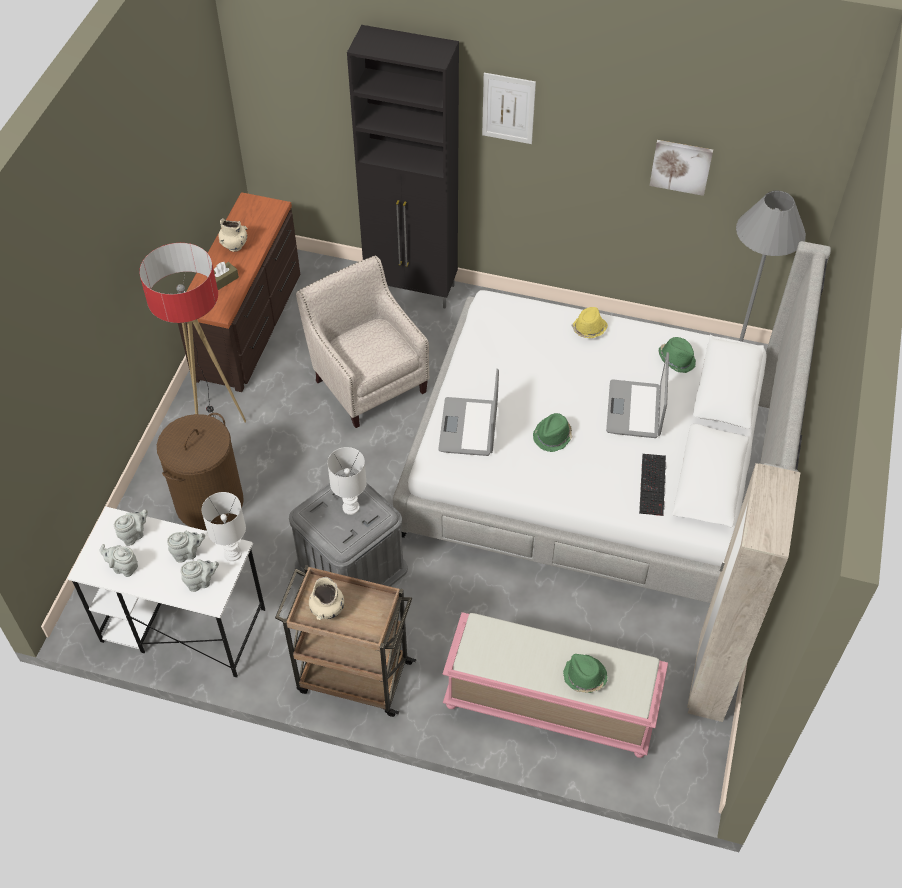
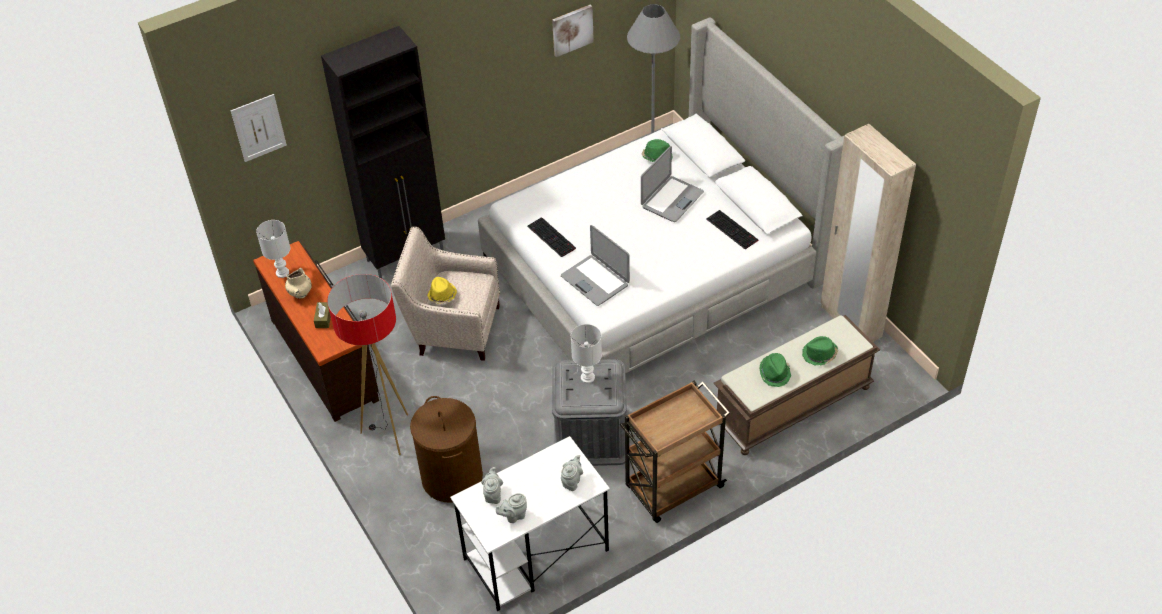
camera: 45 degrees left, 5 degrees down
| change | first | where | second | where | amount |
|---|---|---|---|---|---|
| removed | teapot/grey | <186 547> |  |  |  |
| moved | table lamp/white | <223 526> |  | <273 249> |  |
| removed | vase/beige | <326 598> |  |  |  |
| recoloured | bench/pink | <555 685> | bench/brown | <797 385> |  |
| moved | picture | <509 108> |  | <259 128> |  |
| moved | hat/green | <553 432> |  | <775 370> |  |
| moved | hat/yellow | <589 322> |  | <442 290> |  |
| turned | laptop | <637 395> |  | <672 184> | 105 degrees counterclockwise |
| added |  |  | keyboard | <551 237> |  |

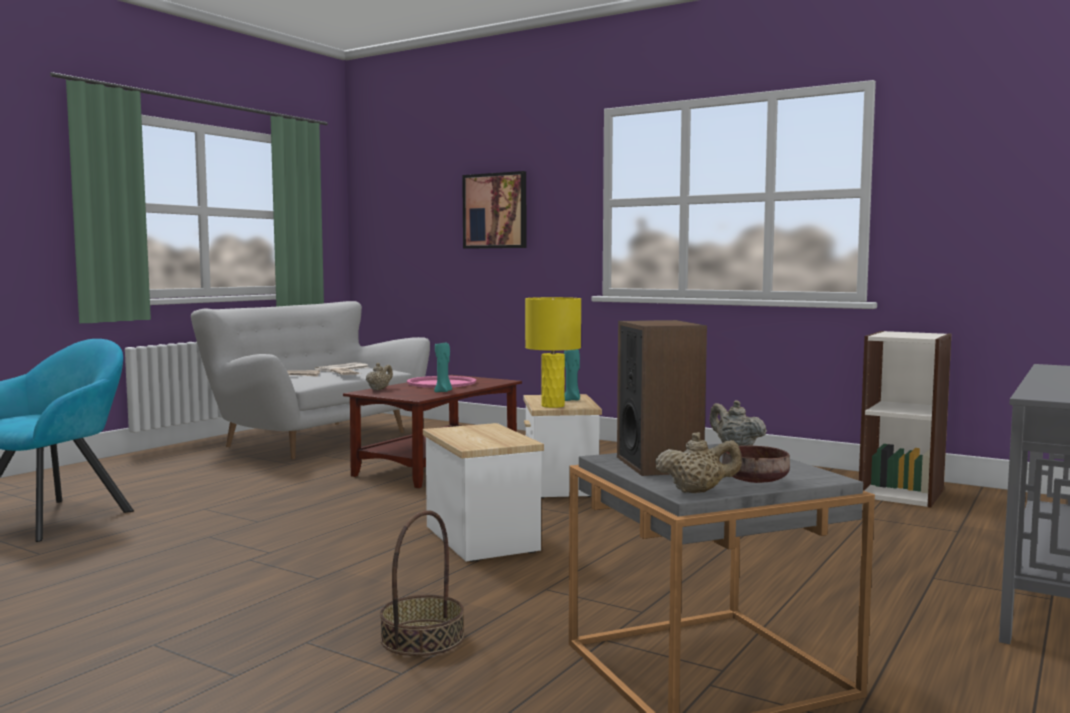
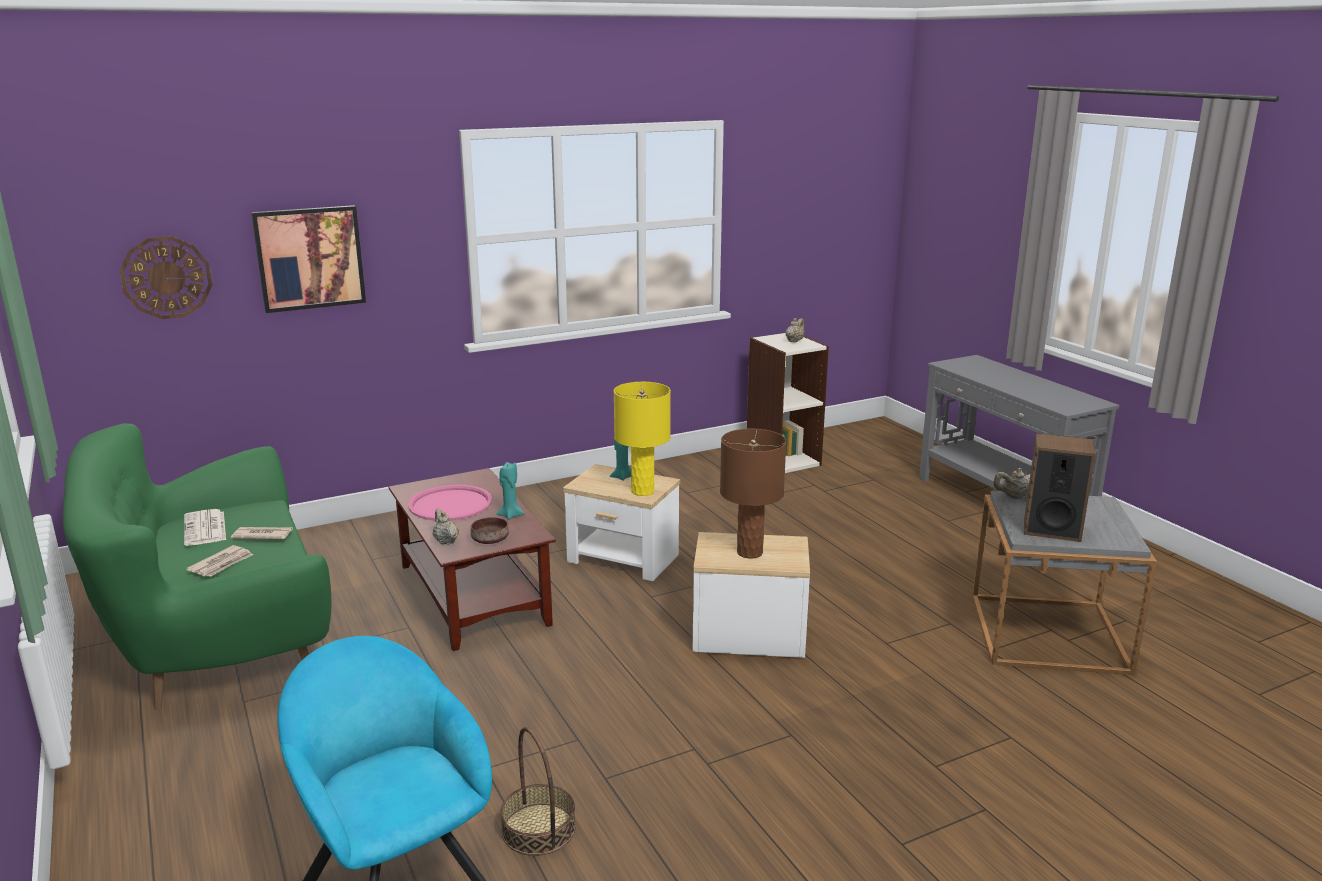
camera: 60 degrees left, 15 degrees up
| change | first | where | second | where | amount |
|---|---|---|---|---|---|
| recoloured | sofa/white | <310 380> | sofa/green | <197 566> |  |
| moved | basket | <422 583> |  | <538 791> |  |
| moved | teapot/beige | <698 462> |  | <795 330> |  |
| moved | bowl/brown | <756 464> |  | <490 530> |  |
| added |  |  | wall clock | <166 277> |  |
| added |  |  | table lamp/brown | <753 493> |  |

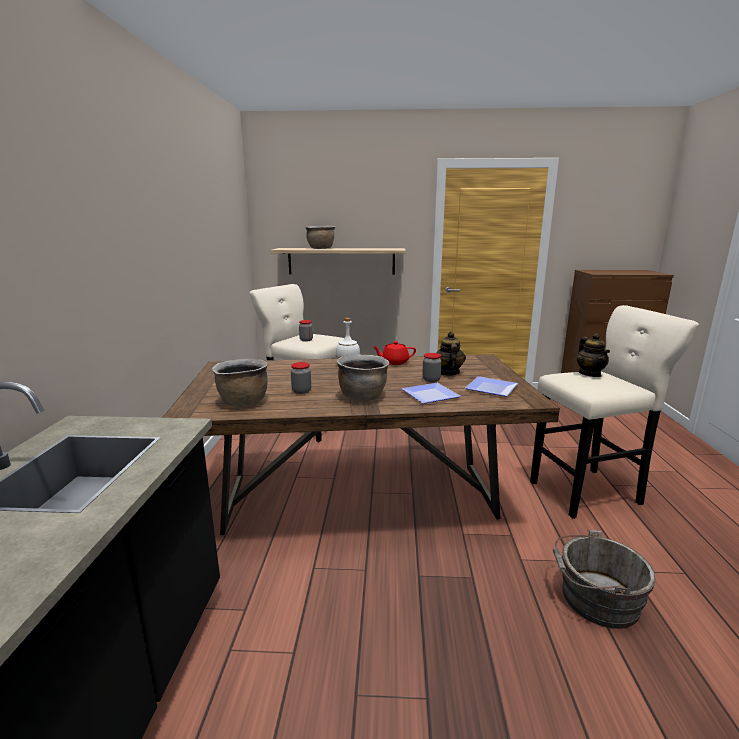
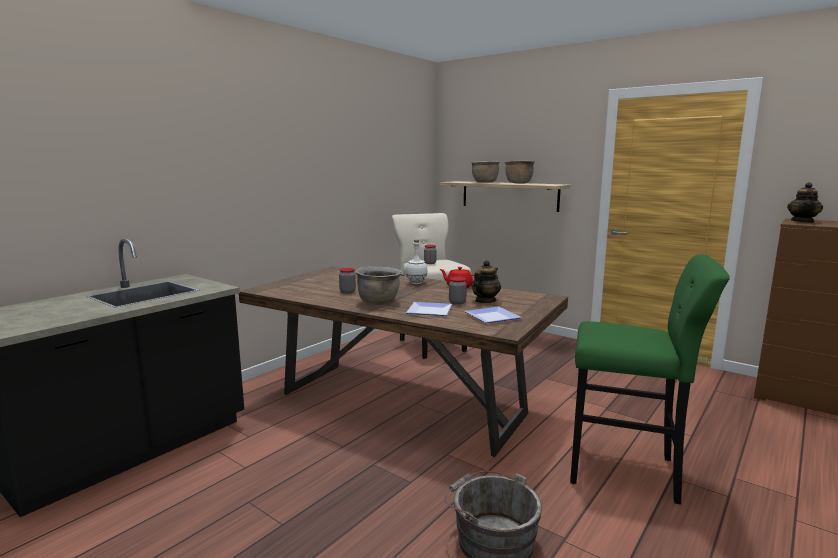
camera: 35 degrees right, 5 degrees down
| change | first | where | second | where | amount |
|---|---|---|---|---|---|
| moved | cooking pot/brown | <240 383> |  | <520 172> |  |
| recoloured | stool/beige | <614 412> | stool/green | <650 380> |  |
| moved | teapot | <593 355> |  | <805 202> |  |

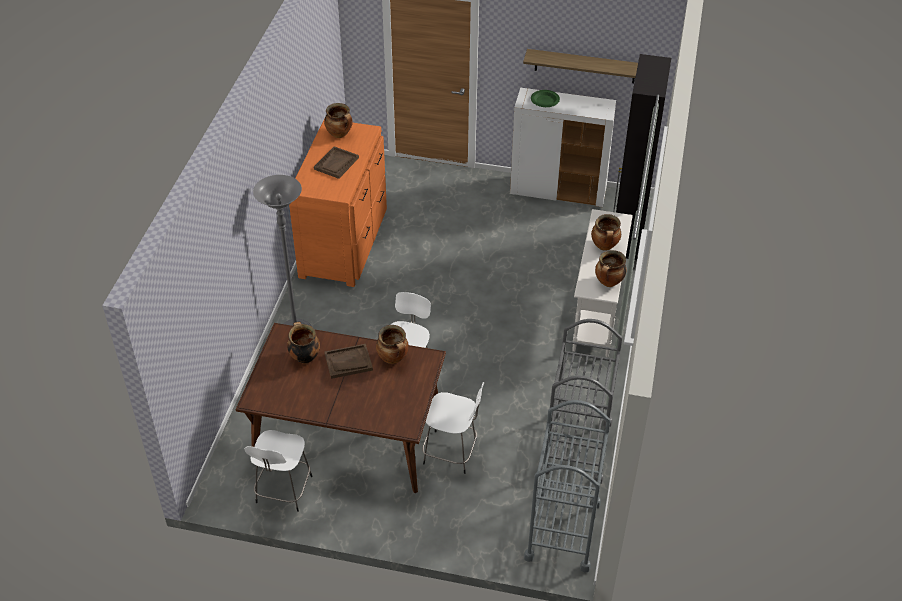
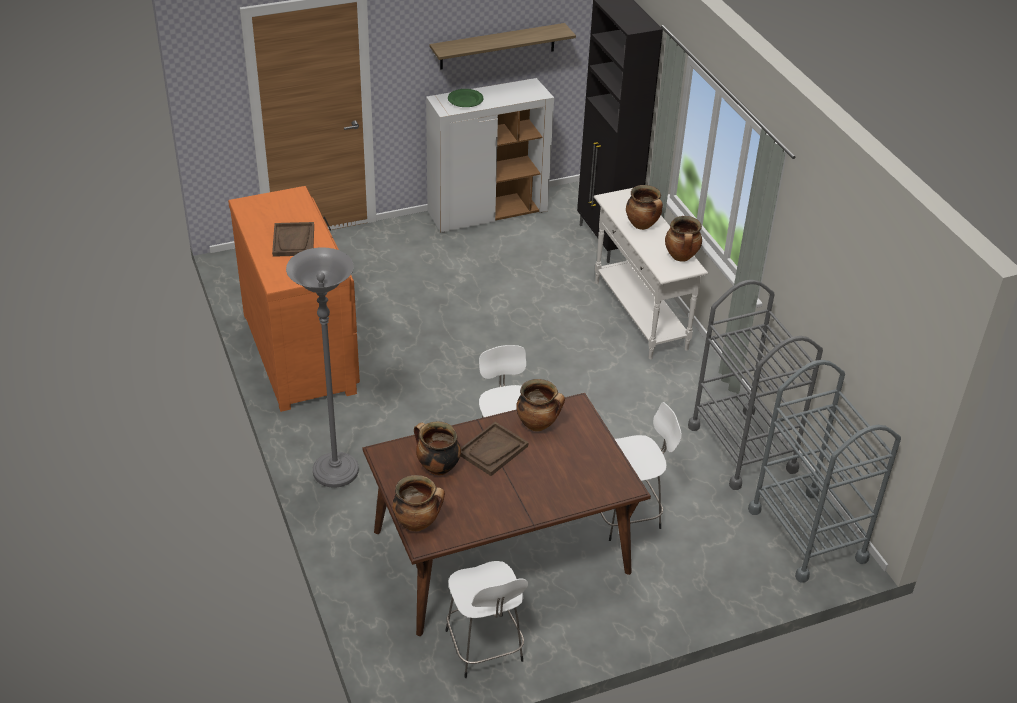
camera: 35 degrees left, 5 degrees down
| change | first | where | second | where | amount |
|---|---|---|---|---|---|
| moved | cooking pot | <338 120> |  | <418 503> |  |

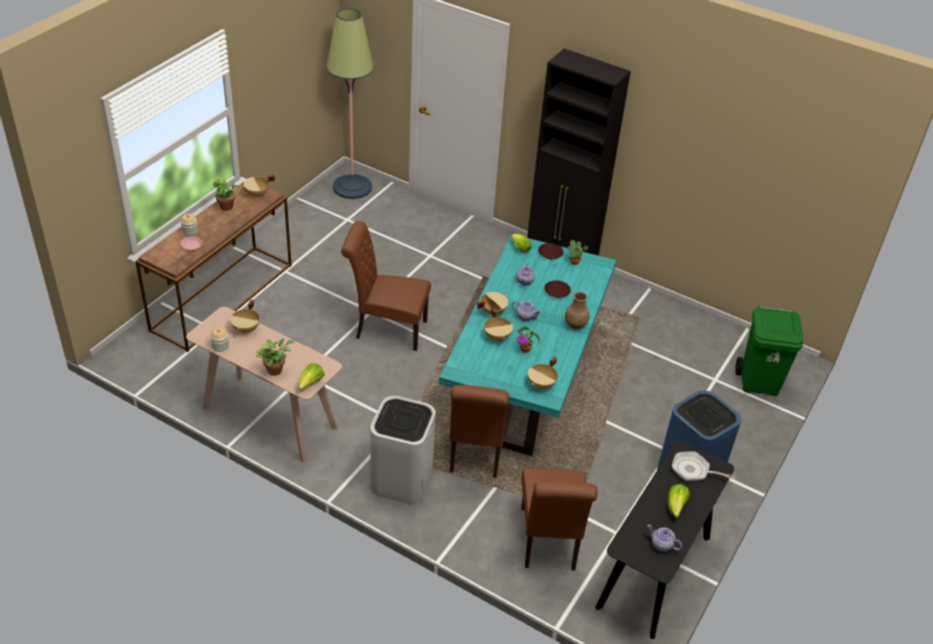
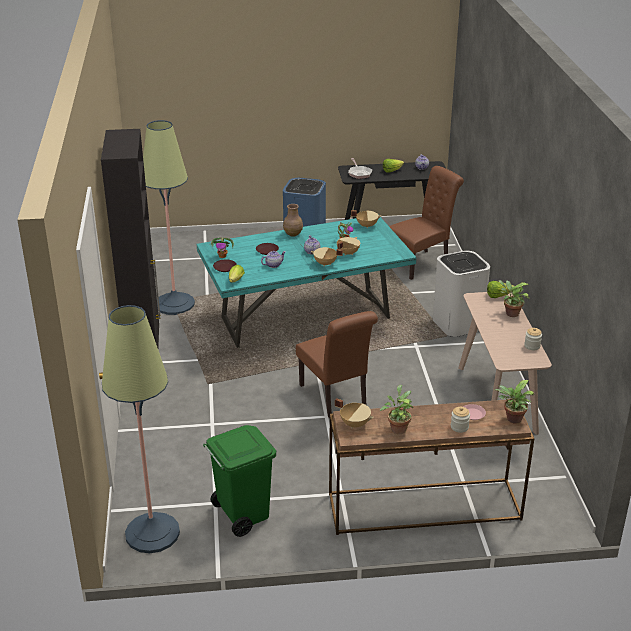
camera: 125 degrees left, 10 degrees down
| change | first | where | second | where | amount |
|---|---|---|---|---|---|
| removed | cooking pot/beige | <245 317> |  |  |  |
| removed | chair/brown | <480 431> |  |  |  |
| moved | trash can/green | <769 351> |  | <239 481> |  |
| added |  |  | floor lamp | <169 217> |  |
| added |  |  | potted plant | <514 402> |  |

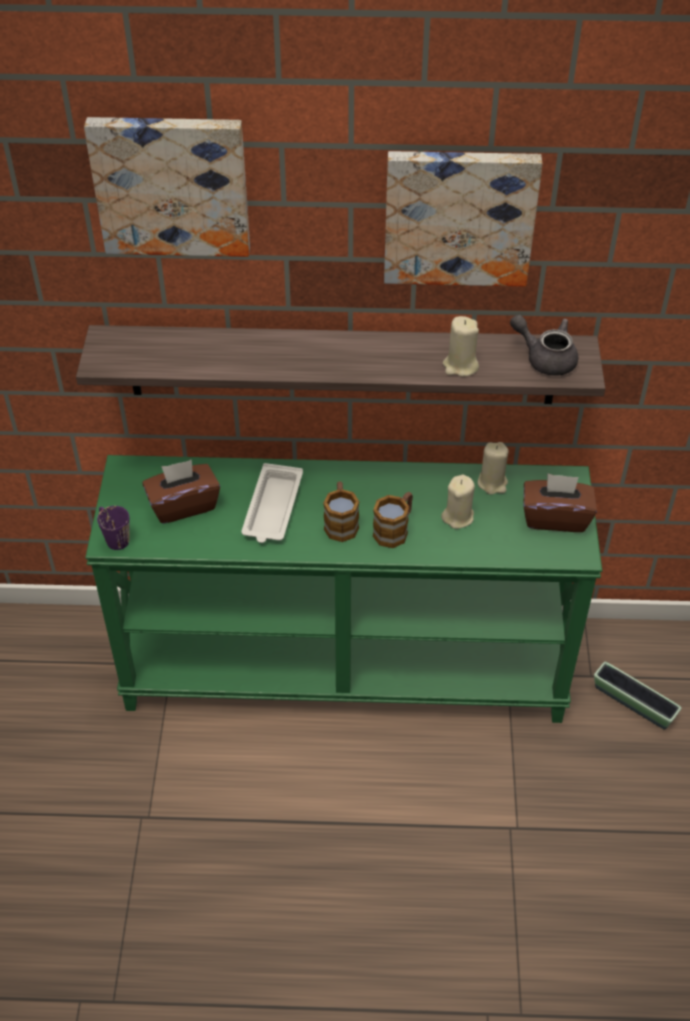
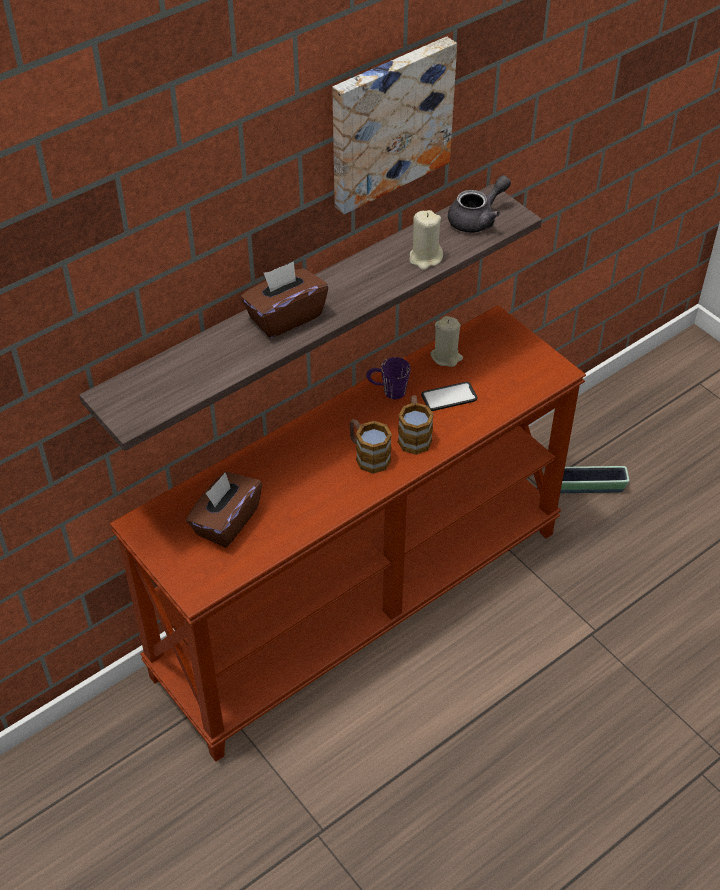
camera: 40 degrees left, 0 degrees up
| change | first | where | second | where | amount |
|---|---|---|---|---|---|
| removed | picture | <167 187> |  |  |  |
| recoloured | console table/green | <343 589> | console table/brown | <348 533> |  |
| moved | mug/purple | <113 528> |  | <388 378> |  |
| removed | tray/white | <272 503> |  |  |  |
| replaced | candle/beige | <458 502> | phone | <449 396> |  |
| turned | teapot/grey | <544 345> |  | <479 204> | 150 degrees clockwise |
| moved | tissue box/brown | <560 502> |  | <284 299> |  |

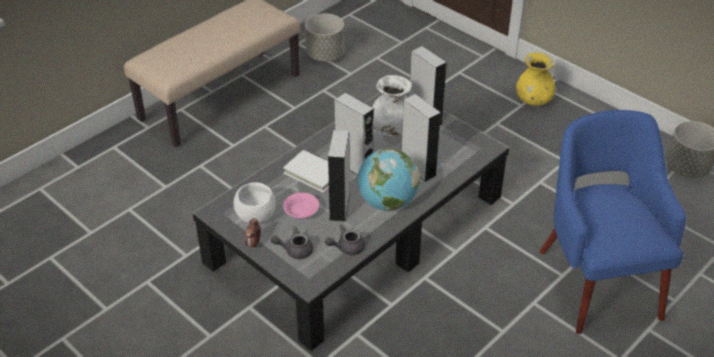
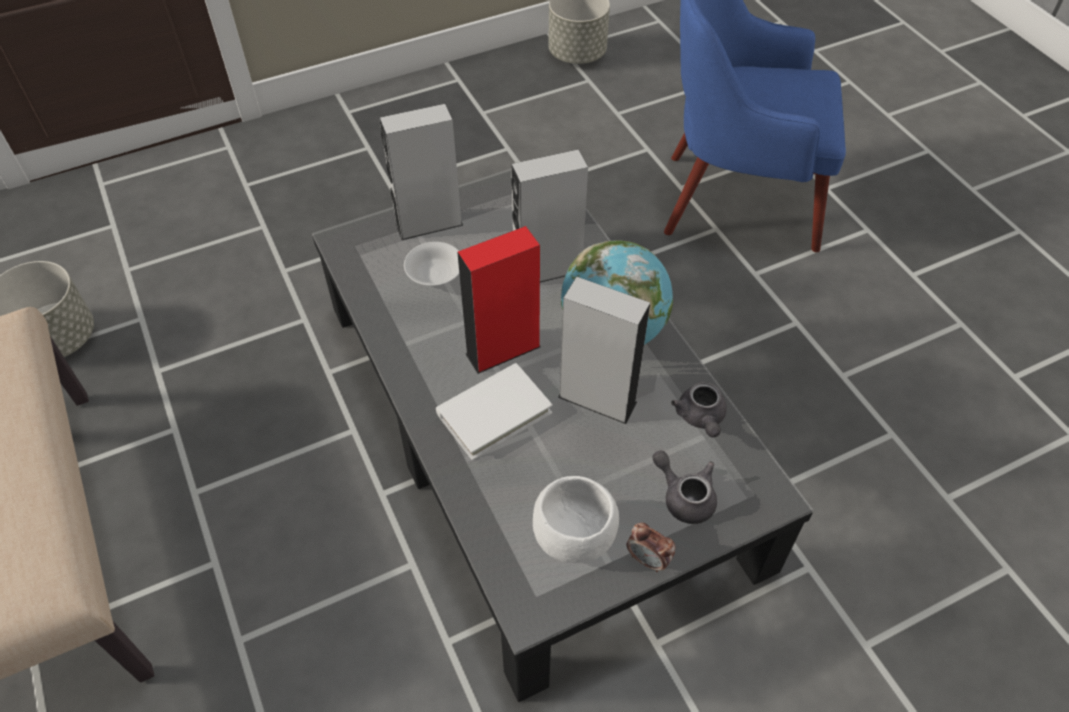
camera: 70 degrees left, 10 degrees up
| change | first | where | second | where | amount |
|---|---|---|---|---|---|
| turned | teapot/grey | <292 242> |  | <684 487> | 120 degrees clockwise |
| removed | bowl/pink | <301 206> |  |  |  |
| recoloured | speaker/grey | <354 134> | speaker/red | <499 300> |  |
| replaced | vase/white | <391 105> | bowl/white | <431 264> |  |
| removed | vase/yellow | <535 79> |  |  |  |

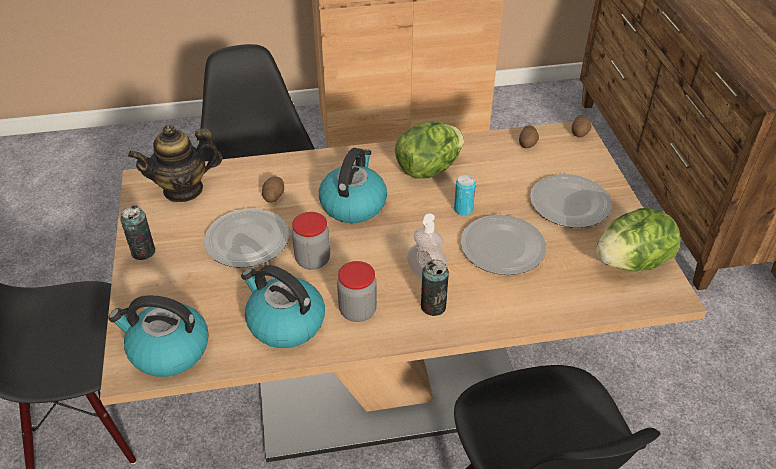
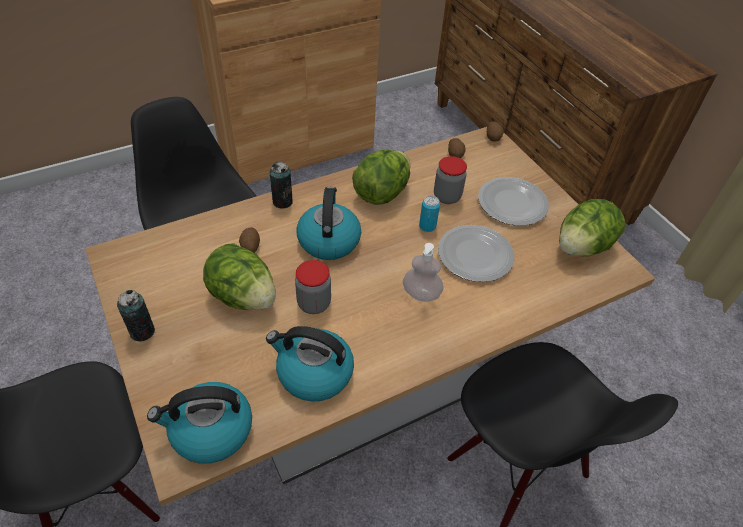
camera: 20 degrees left, 5 degrees up
| change | first | where | second | where | amount |
|---|---|---|---|---|---|
| removed | teapot | <175 163> |  |  |  |
| replaced | plate | <246 238> | lettuce | <239 276> |  |
| moved | jar | <357 291> |  | <450 180> |  |
| moved | can | <435 287> |  | <281 185> |  |

